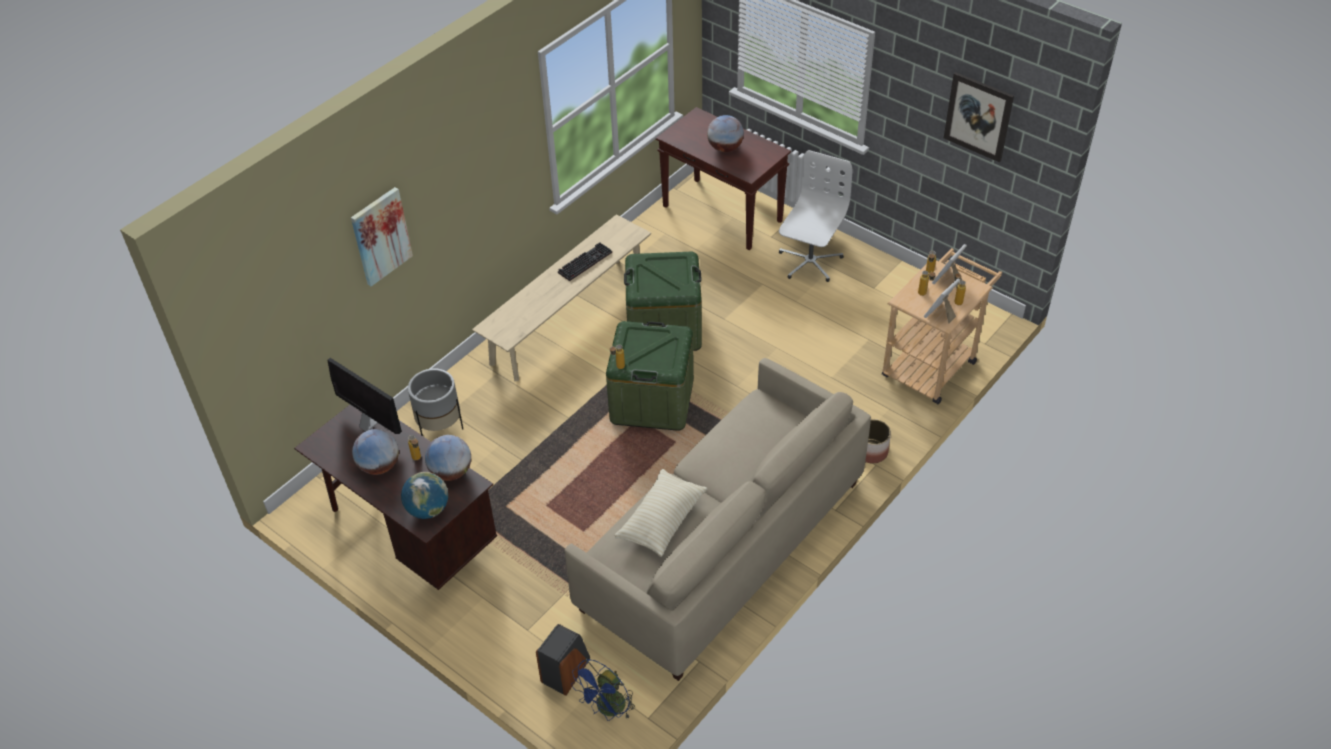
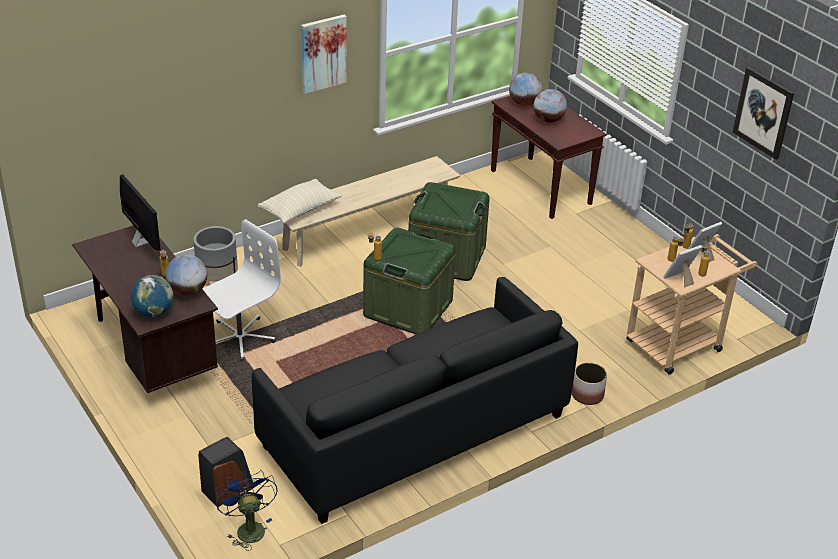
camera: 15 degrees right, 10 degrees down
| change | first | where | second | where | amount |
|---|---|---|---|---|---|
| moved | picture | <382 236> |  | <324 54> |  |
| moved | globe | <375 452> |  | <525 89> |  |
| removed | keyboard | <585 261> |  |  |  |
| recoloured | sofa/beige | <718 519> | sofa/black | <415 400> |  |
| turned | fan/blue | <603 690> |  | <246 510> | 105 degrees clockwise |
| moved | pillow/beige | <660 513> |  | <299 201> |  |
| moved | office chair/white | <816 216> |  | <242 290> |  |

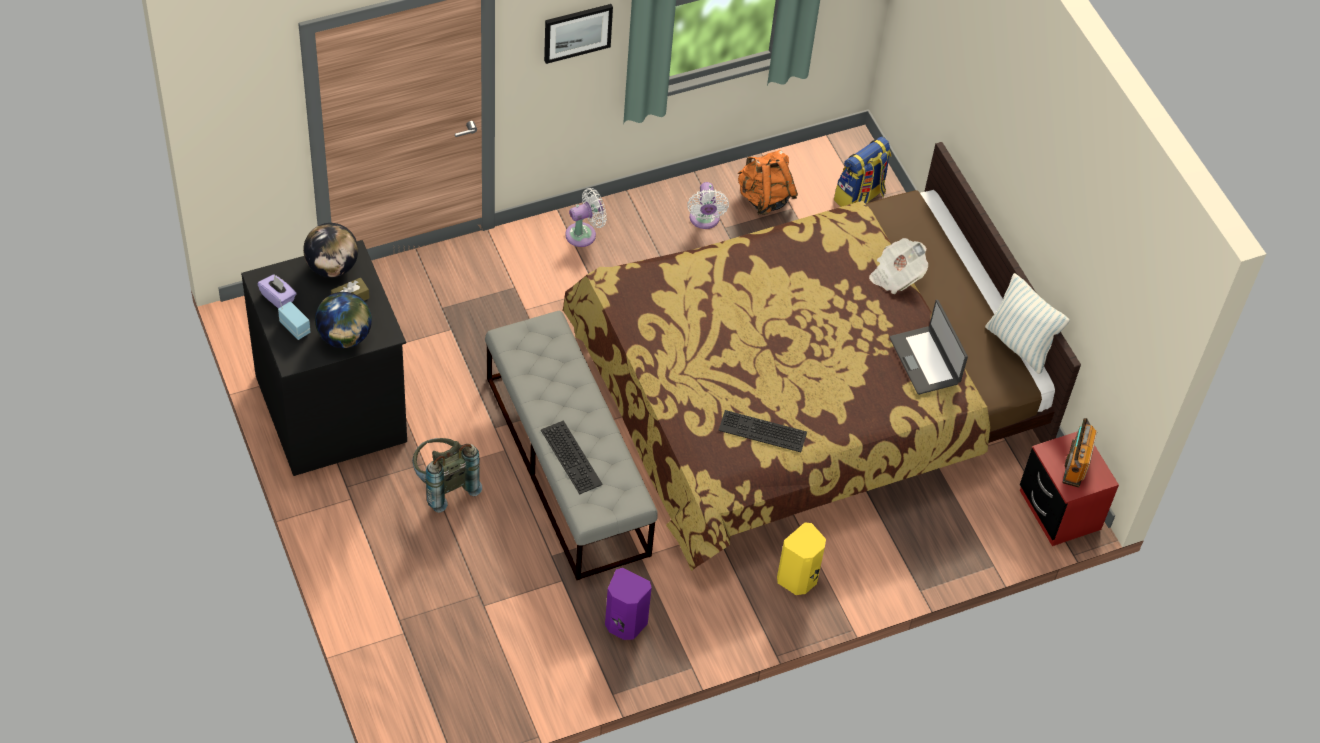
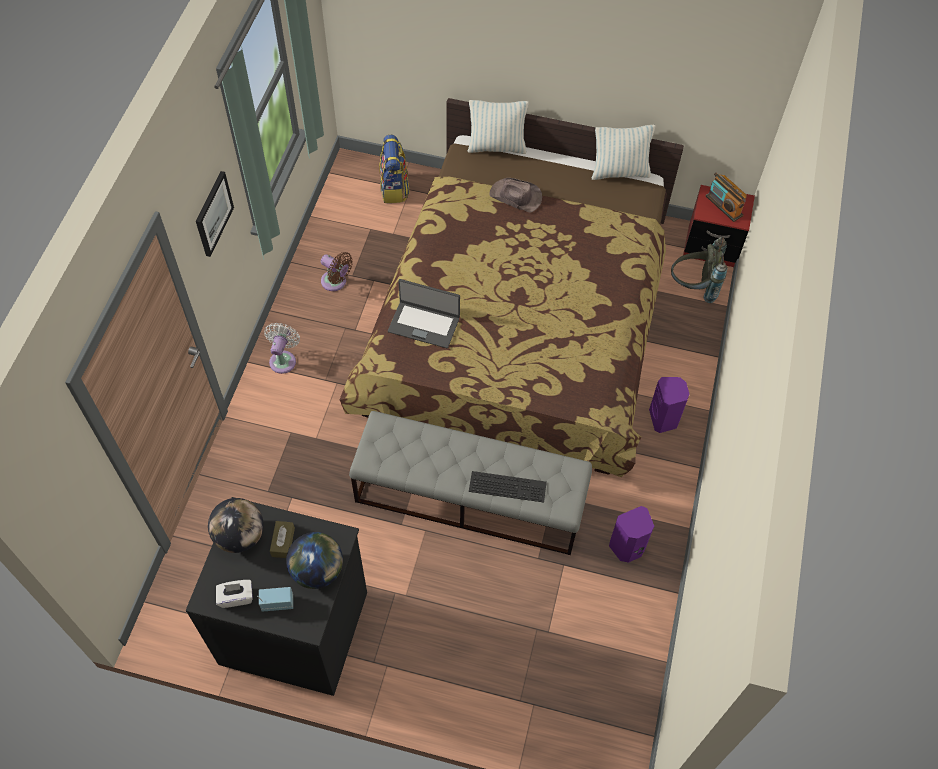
camera: 50 degrees left, 5 degrees up
| change | first | where | second | where | amount |
|---|---|---|---|---|---|
| recoloured | tissue box/purple | <277 291> | tissue box/white | <234 594> |  |
| moved | backpack/grey | <447 475> |  | <699 270> |  |
| recoloured | fan/white | <708 205> | fan/brown | <337 271> |  |
| removed | keyboard | <762 431> |  |  |  |
| removed | backpack/orange | <768 182> |  |  |  |
| recoloured | speaker/yellow | <801 559> | speaker/purple | <669 405> |  |
| replaced | newspaper | <898 266> | hat/brown | <515 195> |  |
| moved | laptop | <929 347> |  | <424 313> |  |
| added |  |  | pillow | <498 127> |  |

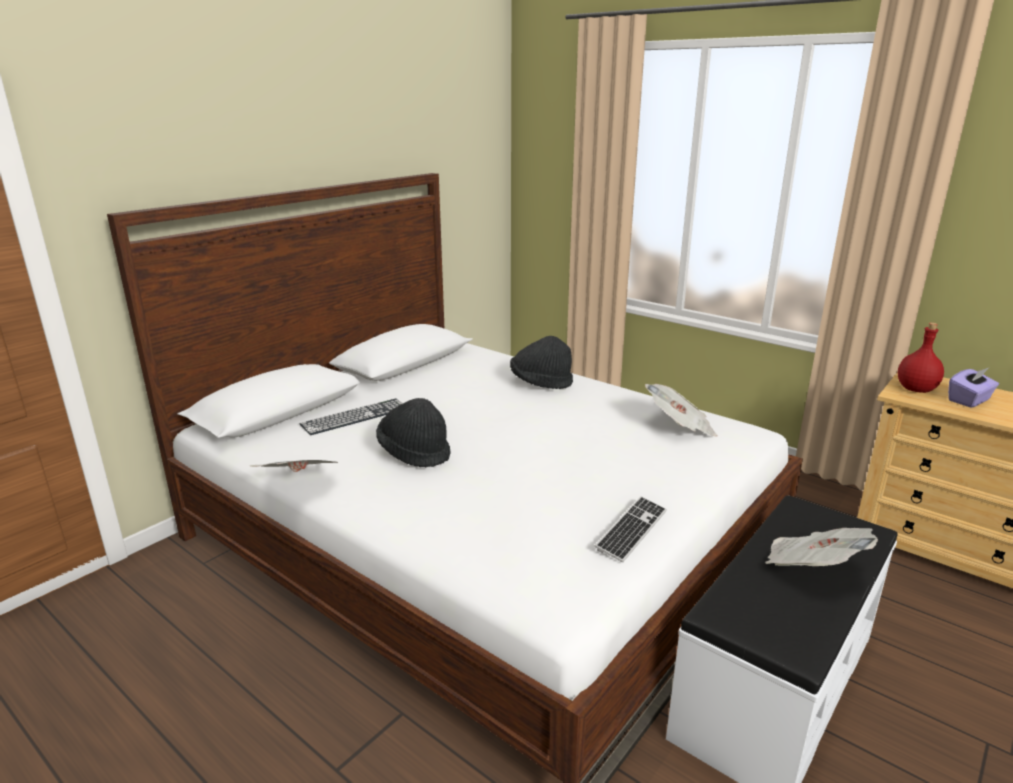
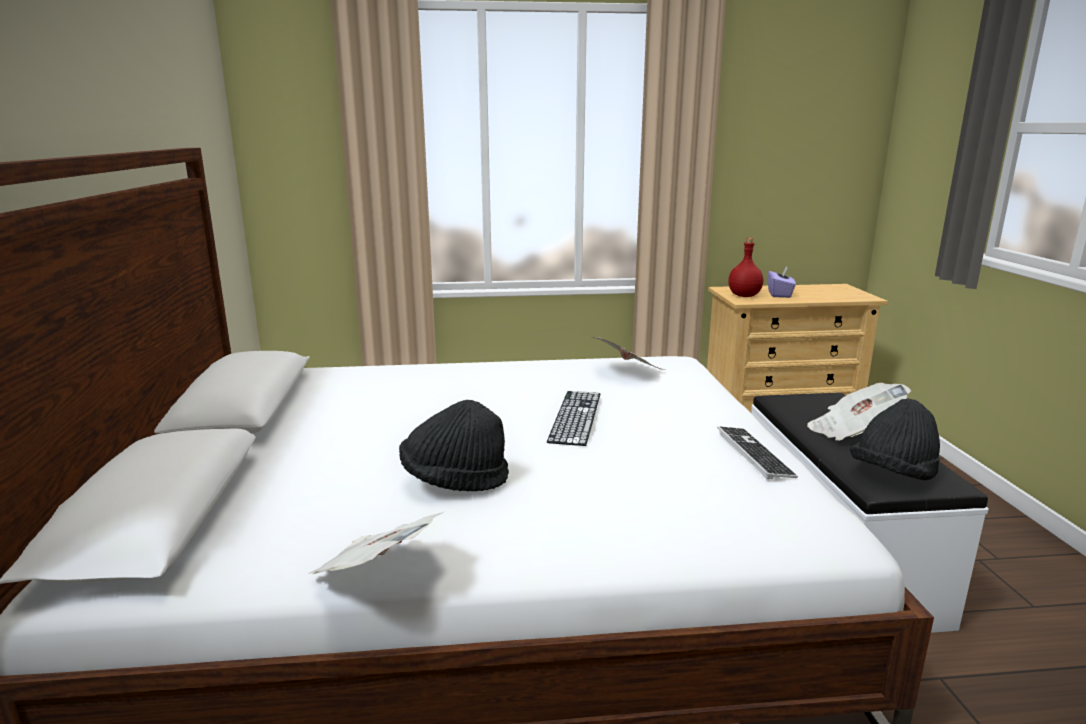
camera: 45 degrees left, 5 degrees down
| change | first | where | second | where | amount |
|---|---|---|---|---|---|
| moved | keyboard | <351 417> |  | <573 418> |  |
| moved | hat/black | <541 362> |  | <895 439> |  |

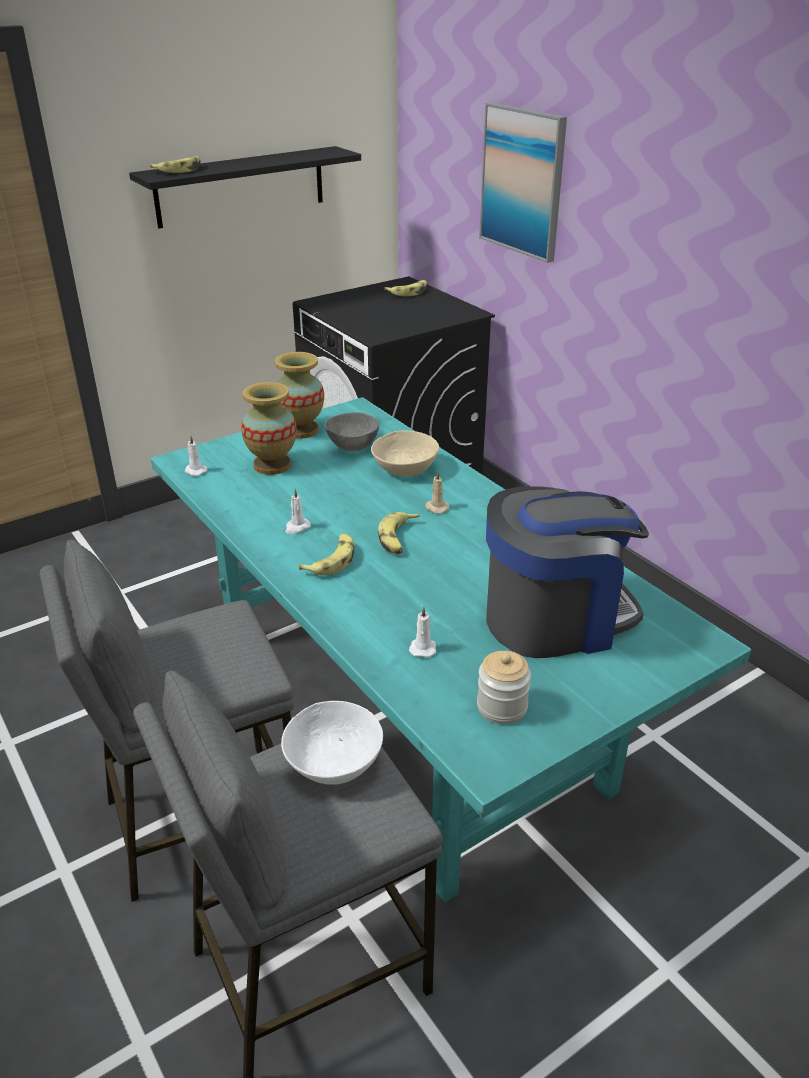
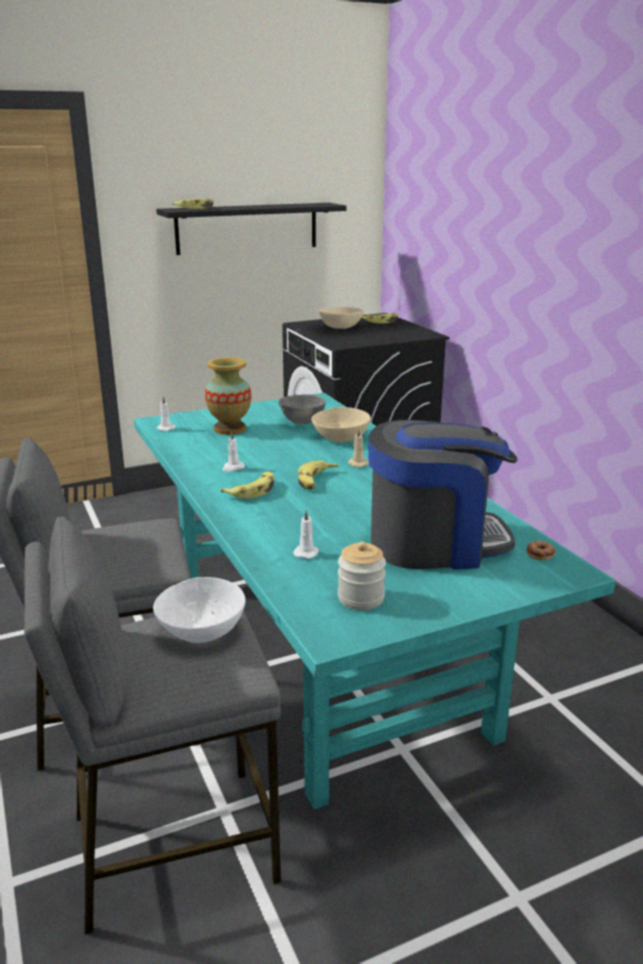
camera: 10 degrees right, 10 degrees down
| change | first | where | second | where | amount |
|---|---|---|---|---|---|
| removed | vase | <299 395> |  |  |  |
| removed | picture | <523 182> |  |  |  |
| added |  |  | bowl/beige | <341 318> |  |
| added |  |  | donut | <541 550> |  |

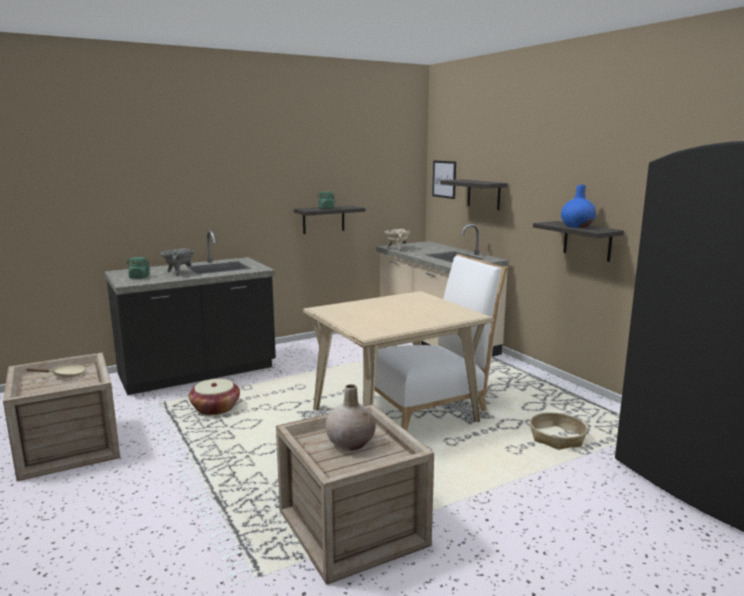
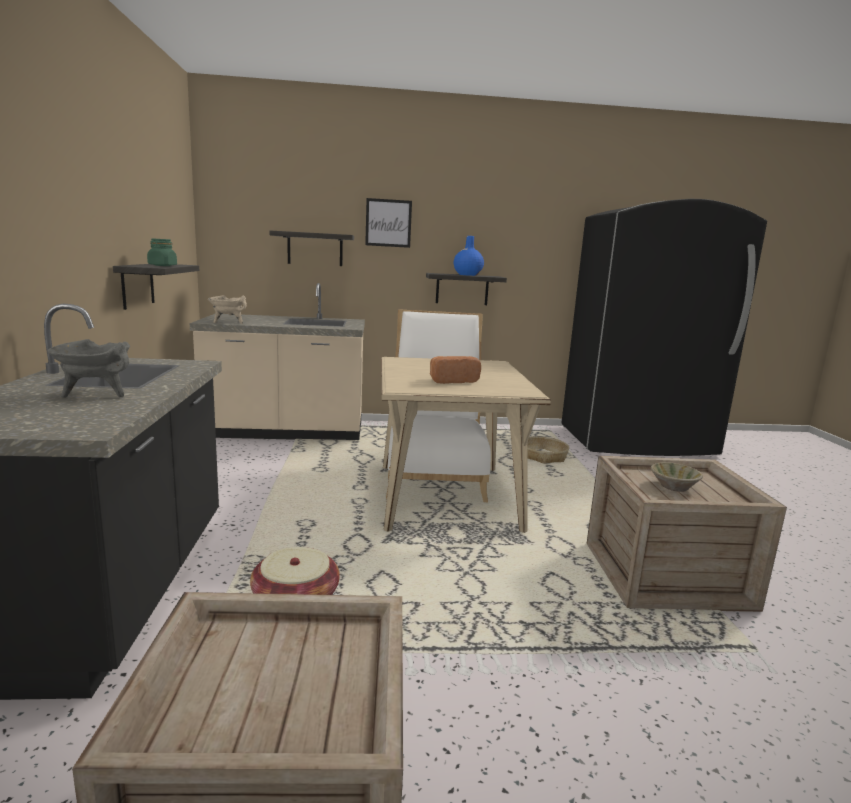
camera: 65 degrees left, 0 degrees up
| change | first | where | second | where | amount |
|---|---|---|---|---|---|
| removed | frying pan/beige | <55 371> |  |  |  |
| removed | jar/green | <138 268> |  |  |  |
| replaced | vase/beige | <350 417> | bowl/beige | <677 477> |  |
| moved | picture | <444 179> |  | <388 223> |  |
| added |  |  | bread | <455 370> |  |

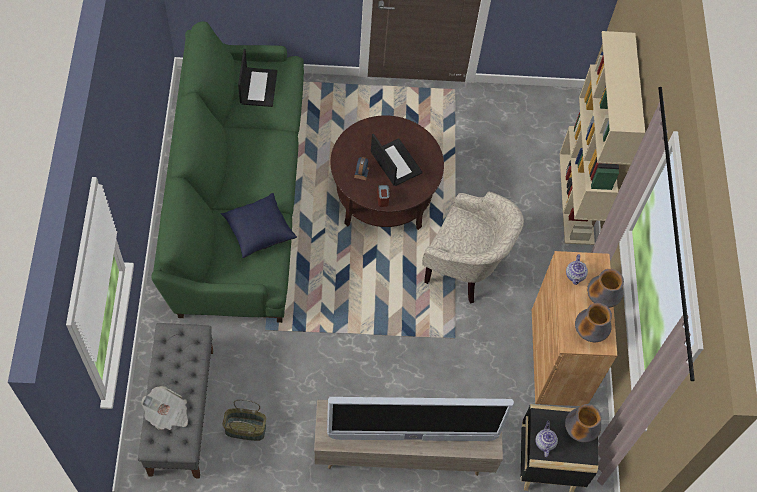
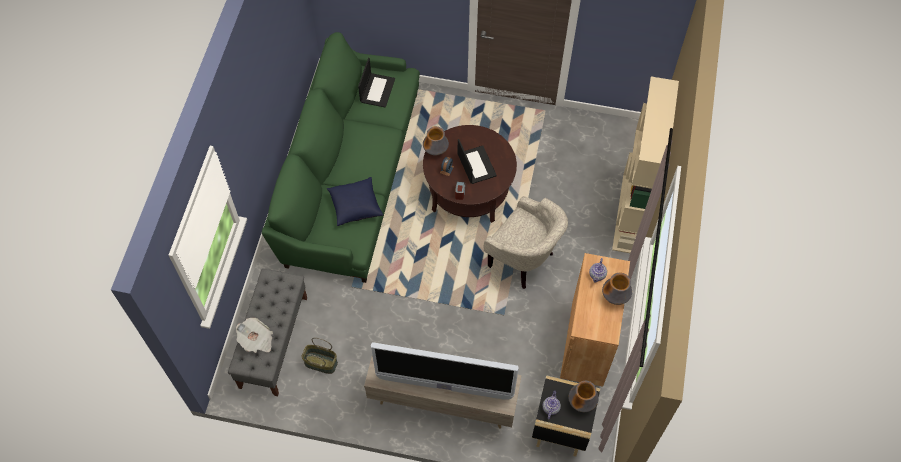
camera: 15 degrees right, 0 degrees up
| change | first | where | second | where | amount |
|---|---|---|---|---|---|
| moved | vase | <593 322> |  | <436 140> |  |

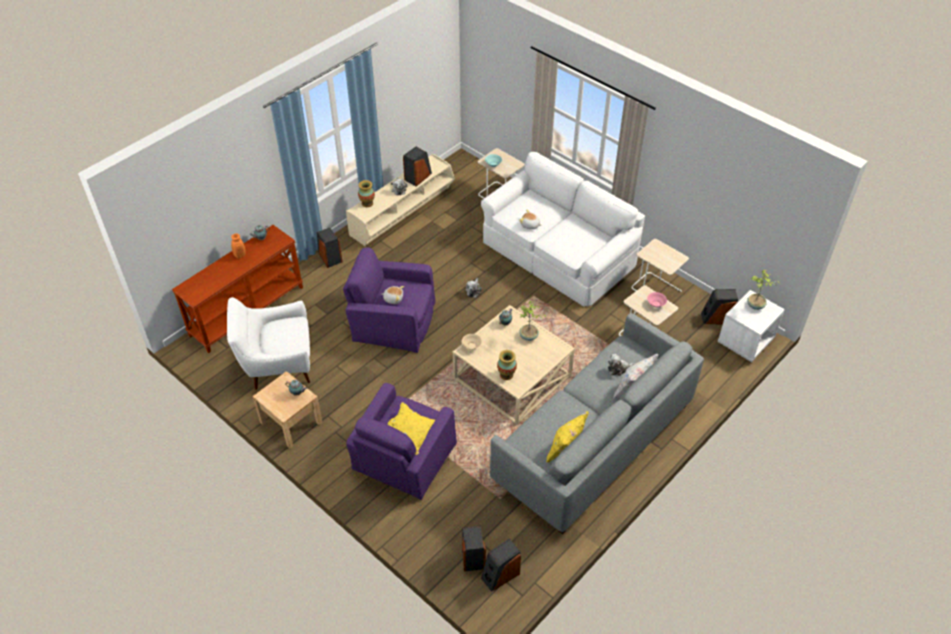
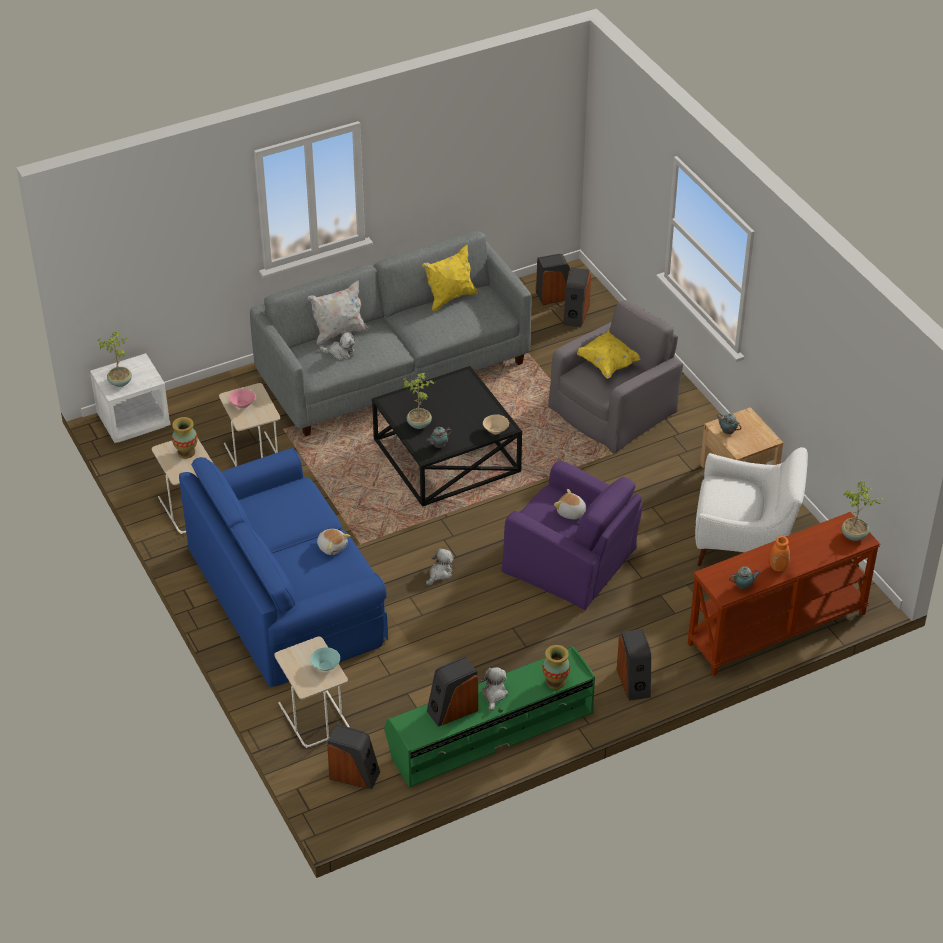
camera: 160 degrees left, 5 degrees down
| change | first | where | second | where | amount |
|---|---|---|---|---|---|
| recoloured | tv stand/beige | <400 200> | tv stand/green | <489 717> |  |
| recoloured | armchair/purple | <401 441> | armchair/grey | <615 376> |  |
| recoloured | coffee table/beige | <514 365> | coffee table/black | <447 436> |  |
| recoloured | sofa/white | <563 229> | sofa/blue | <283 567> |  |
| moved | vase | <507 365> |  | <185 438> |  |
| moved | speaker | <719 307> |  | <353 756> |  |
| added |  |  | potted plant | <863 511> |  |

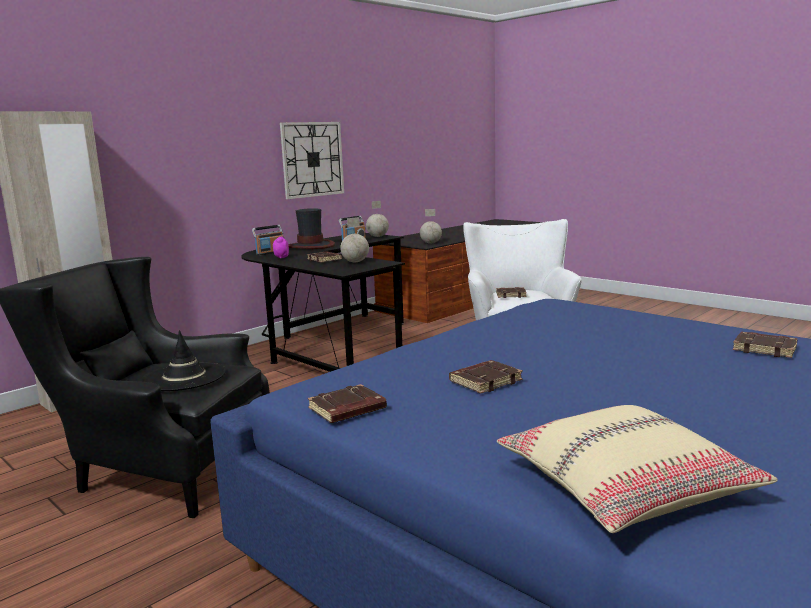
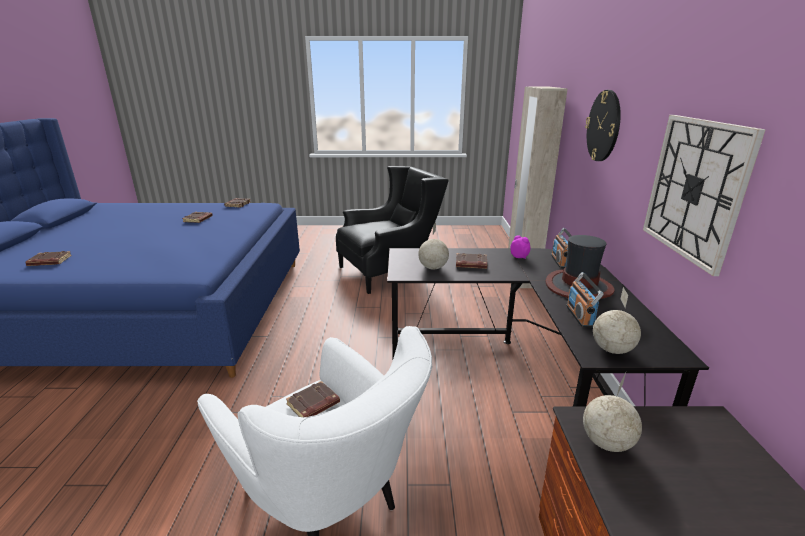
camera: 135 degrees right, 10 degrees up
| change | first | where | second | where | amount |
|---|---|---|---|---|---|
| removed | hat/black | <183 360> |  |  |  |
| removed | pillow/beige | <637 469> |  |  |  |
| added |  |  | wall clock | <603 125> |  |

